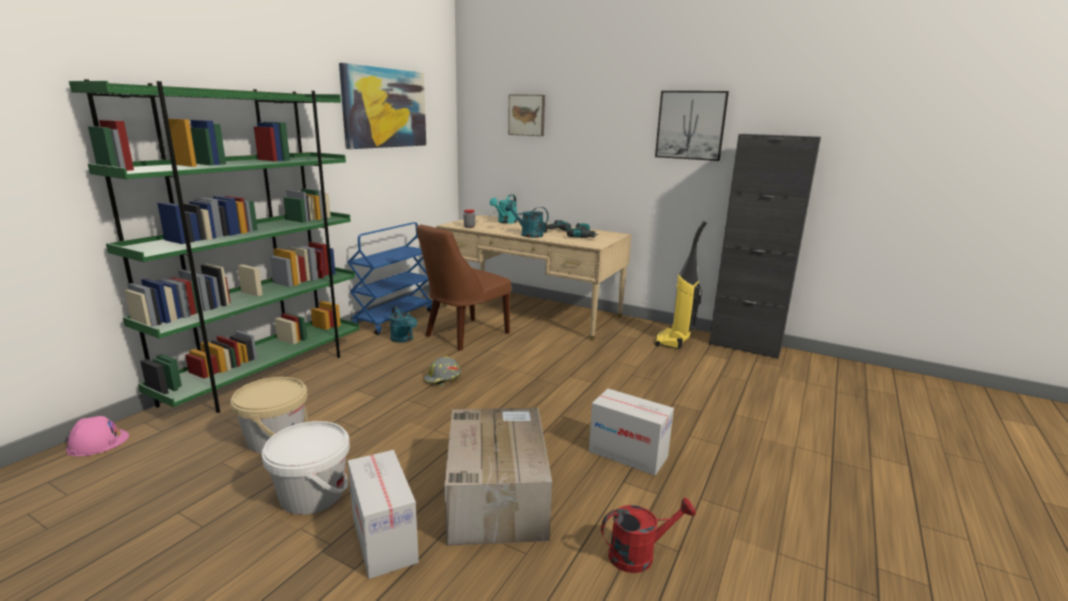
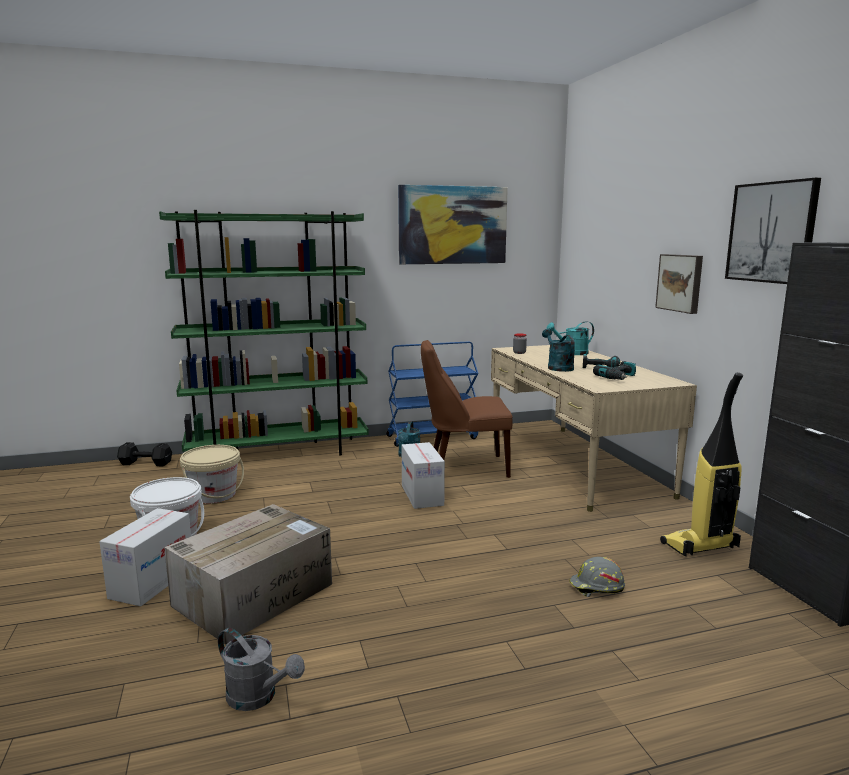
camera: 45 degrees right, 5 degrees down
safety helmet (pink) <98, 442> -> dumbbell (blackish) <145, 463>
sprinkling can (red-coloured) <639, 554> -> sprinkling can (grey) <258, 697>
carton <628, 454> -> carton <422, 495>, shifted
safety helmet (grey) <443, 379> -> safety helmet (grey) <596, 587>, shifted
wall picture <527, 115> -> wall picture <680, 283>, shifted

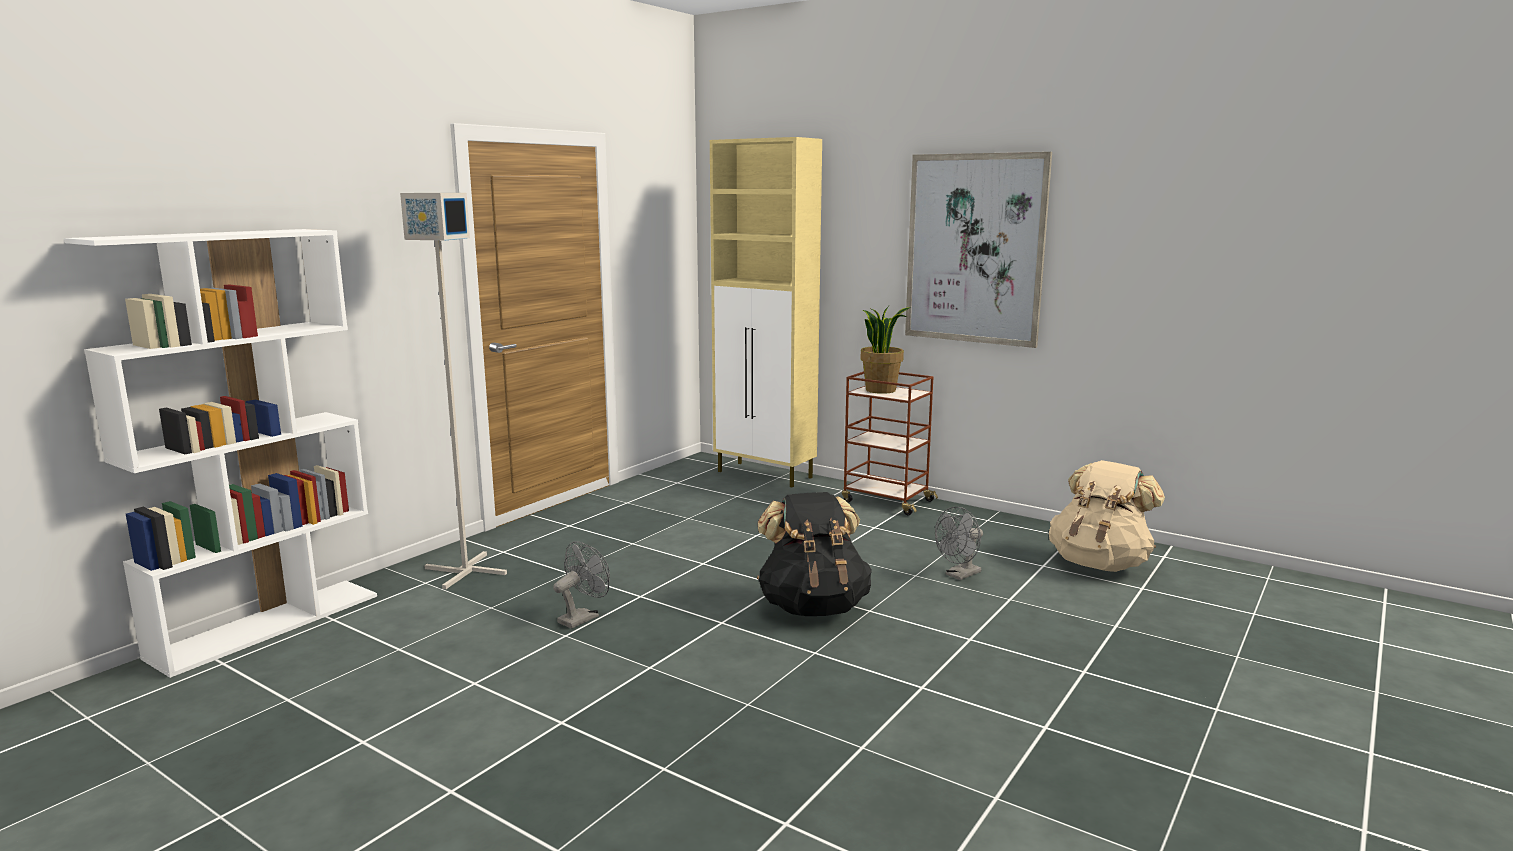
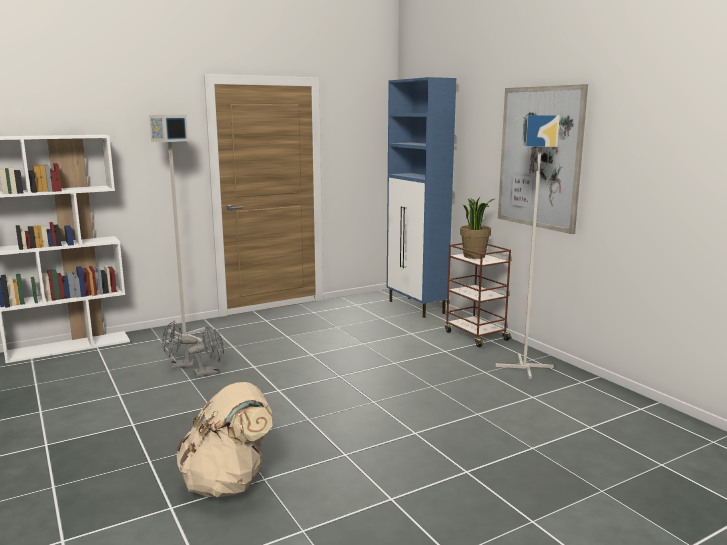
camera: 25 degrees right, 0 degrees up
cooling fan (grey) <959, 575> -> cooling fan (grey) <178, 366>, shifted
backpack (beige) <1100, 564> -> backpack (beige) <228, 483>, shifted
cabinet (beige) <765, 475> -> cabinet (blue) <416, 307>
none -> floor lamp (grey) <525, 366>
backpack (blackish) <813, 607> -> none

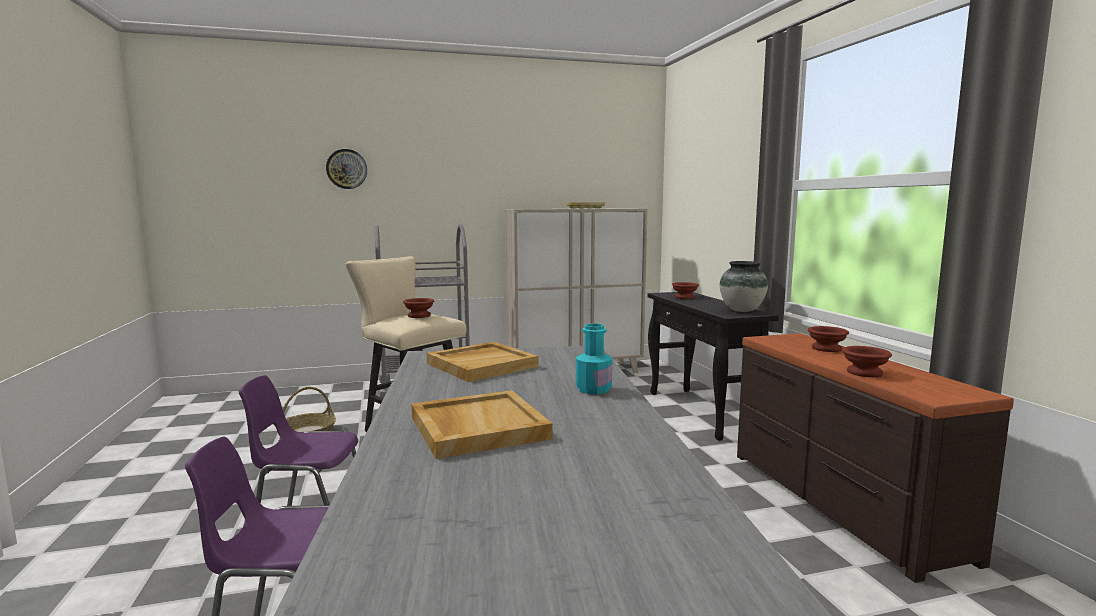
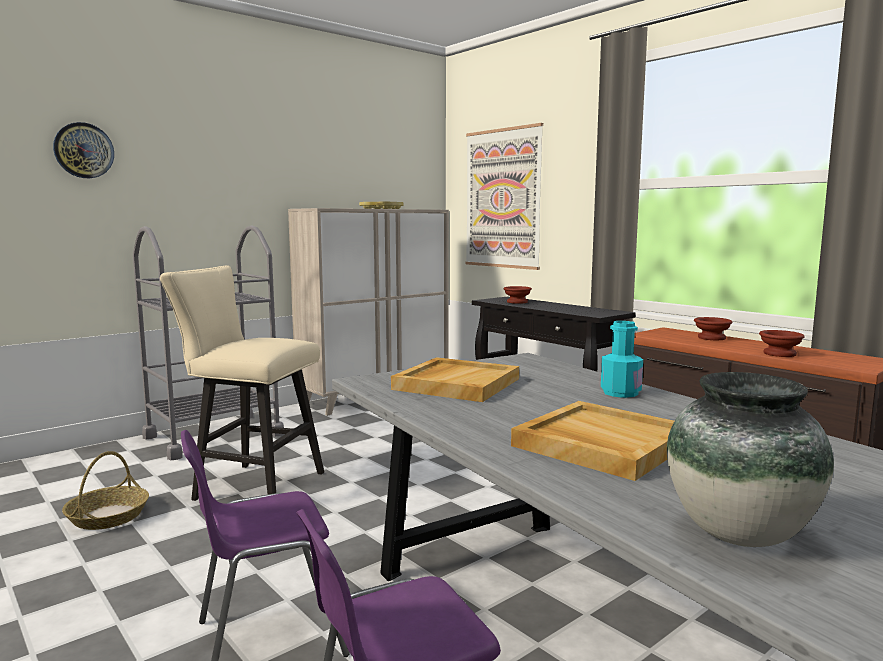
camera: 25 degrees left, 0 degrees up
none -> wall picture <502, 199>
vase <742, 310> -> vase <741, 534>, shifted
bowl (brown-coloured) <418, 316> -> none

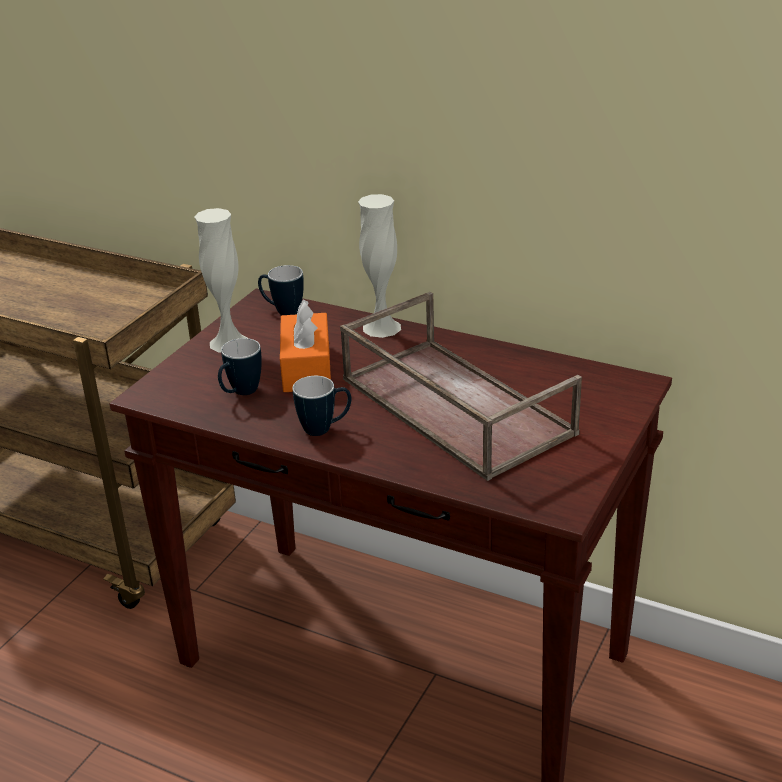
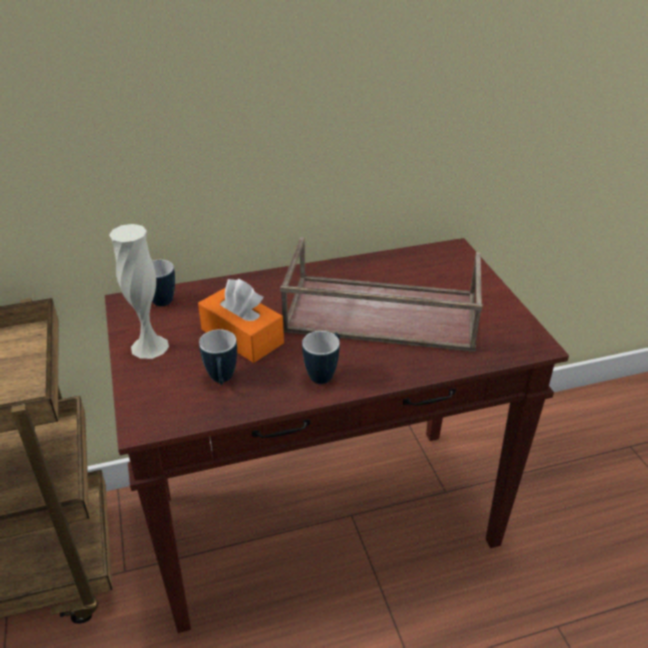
camera: 45 degrees left, 5 degrees up
vase (white-coloured) <382, 327> -> none

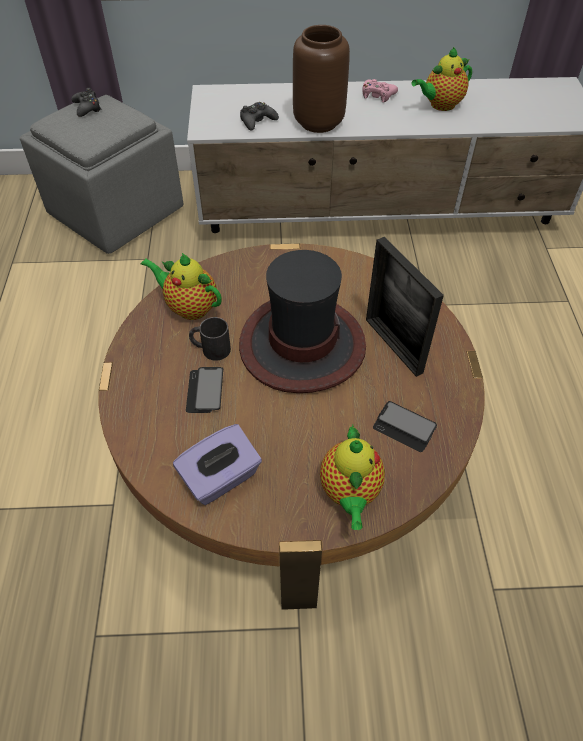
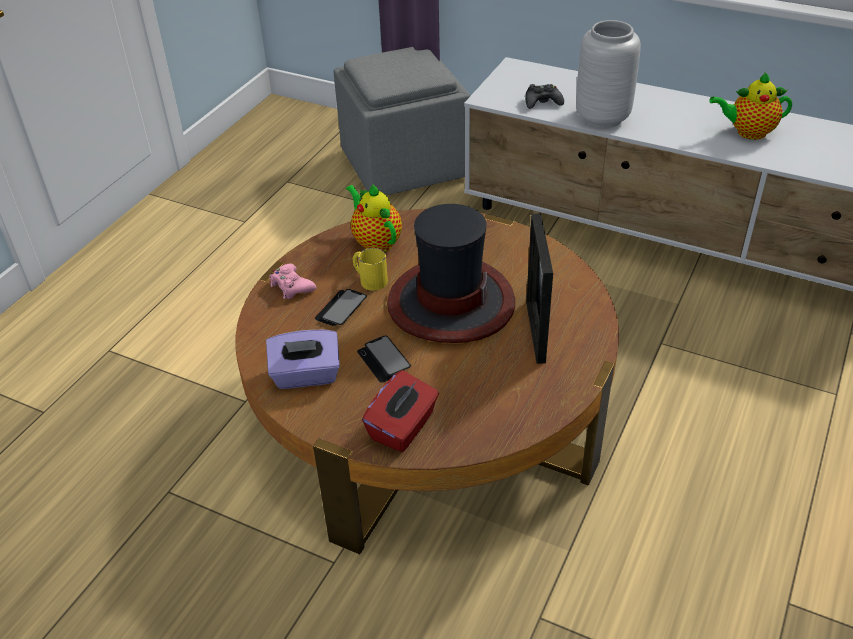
camera: 30 degrees right, 10 degrees down
game controller (pink) <377, 95> -> game controller (pink) <291, 286>, shifted
coffee mug (blackish) <210, 349> -> coffee mug (yellow) <369, 279>
phone <404, 427> -> phone <383, 360>, shifted
pot for tea <350, 493> -> tissue holder (red-coloured) <403, 427>
vase (brown-coloured) <318, 123> -> vase (grey) <601, 118>
game controller (blackish) <87, 108> -> none

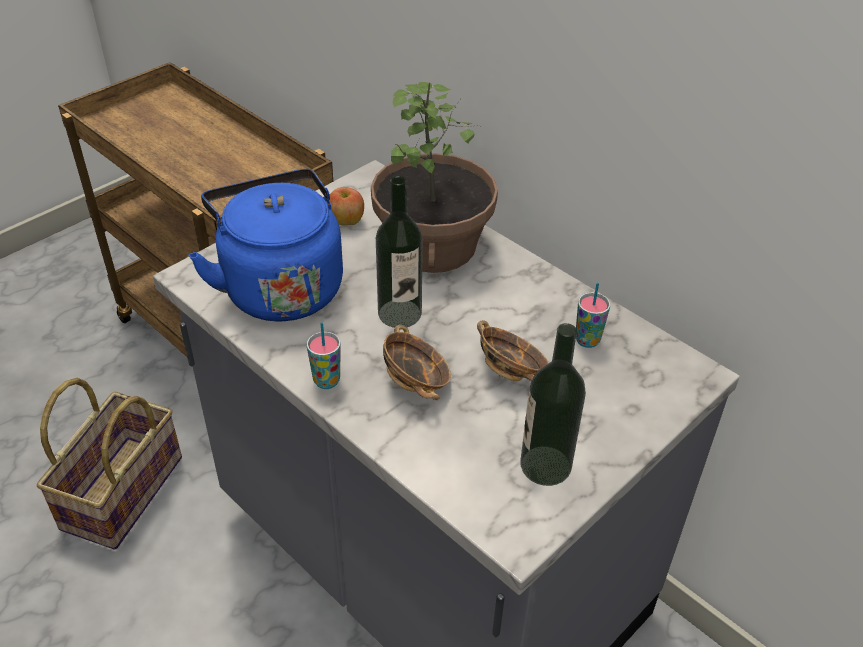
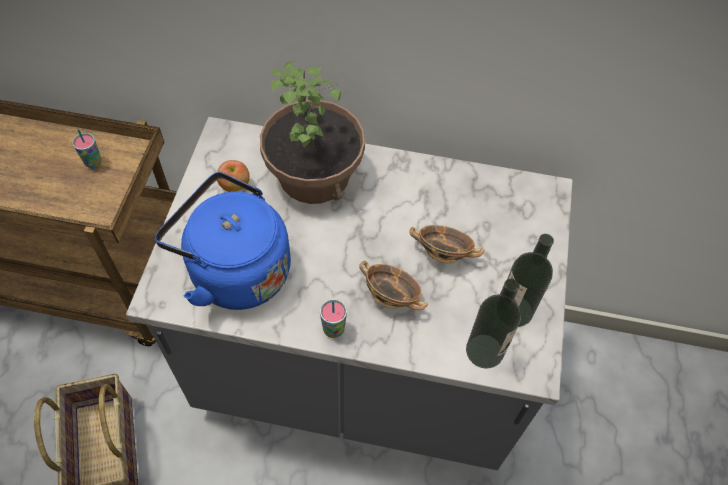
camera: 35 degrees left, 15 degrees up
small cup <587, 340> -> small cup <93, 163>, shifted
bottle <399, 313> -> bottle <484, 351>, shifted

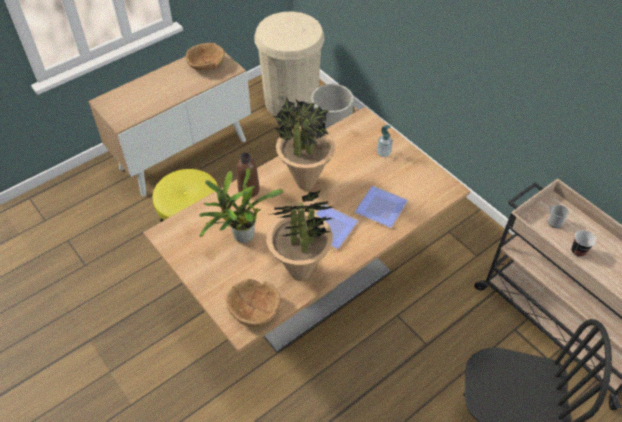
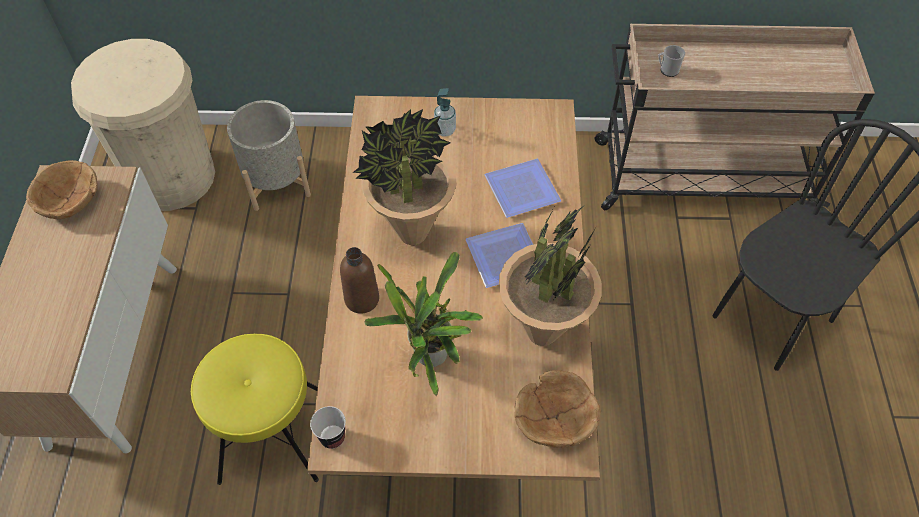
camera: 50 degrees left, 5 degrees up
small cup <578, 251> -> small cup <332, 437>, shifted

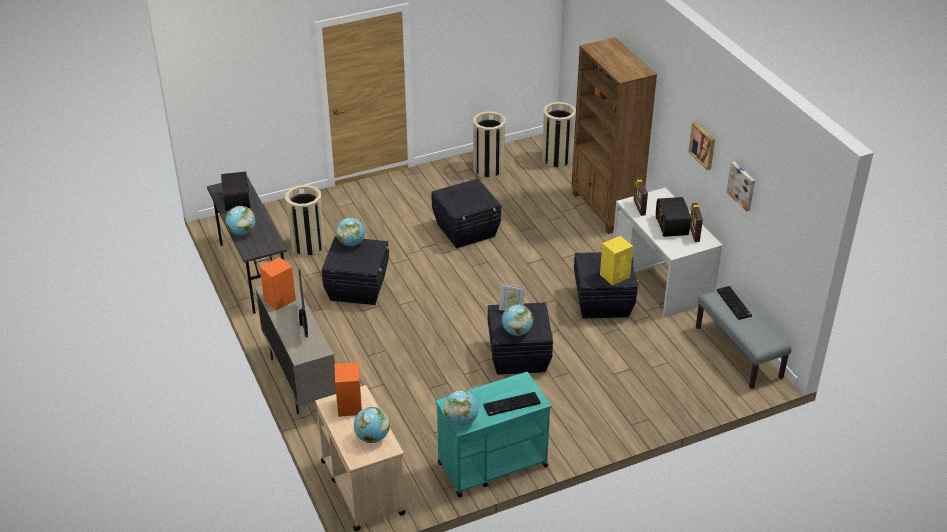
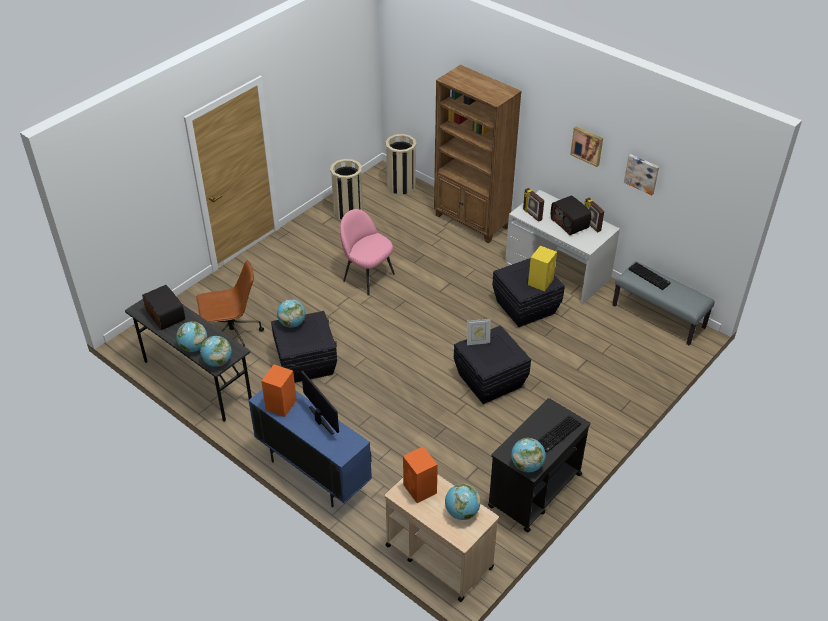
camera: 25 degrees left, 5 degrees up
rubbish bin (beige) <308, 246> -> office chair (brown-coloured) <232, 337>
world globe <517, 331> -> world globe <217, 362>, shifted
cabinet (beige) <300, 381> -> cabinet (blue) <313, 473>
storage container (blackish) <466, 231> -> chair (pink) <367, 277>
cart (turquoise-coloured) <491, 465> -> cart (blackish) <534, 490>

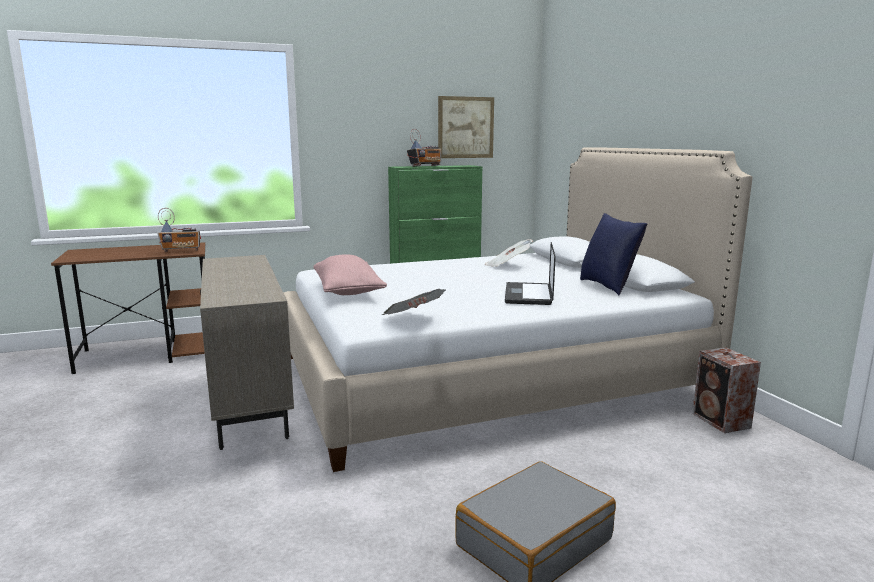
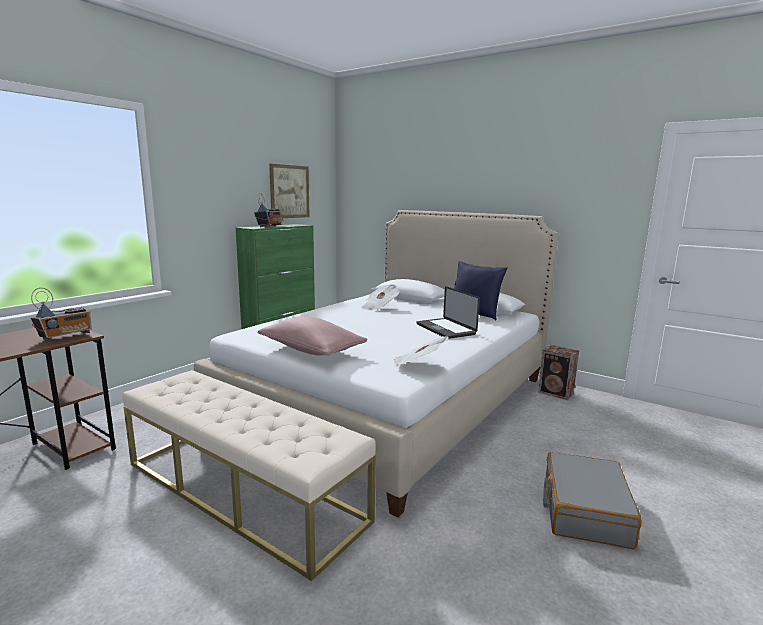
camera: 35 degrees left, 0 degrees up
cabinet (beige) <250, 411> -> bench (beige) <242, 491>

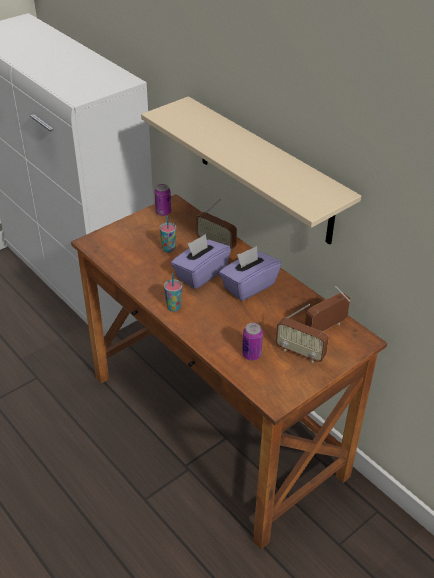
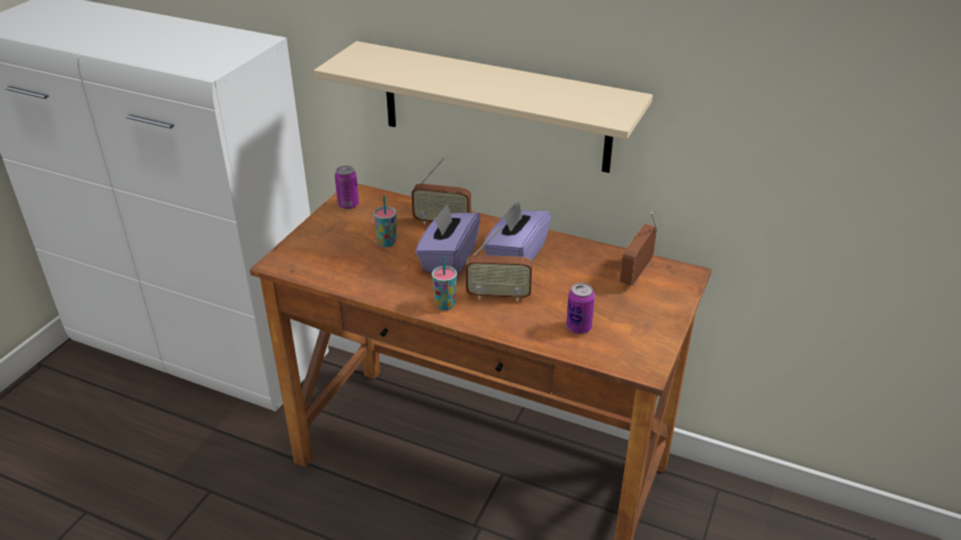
camera: 25 degrees left, 5 degrees down
radio <300, 353> -> radio <498, 295>, shifted

